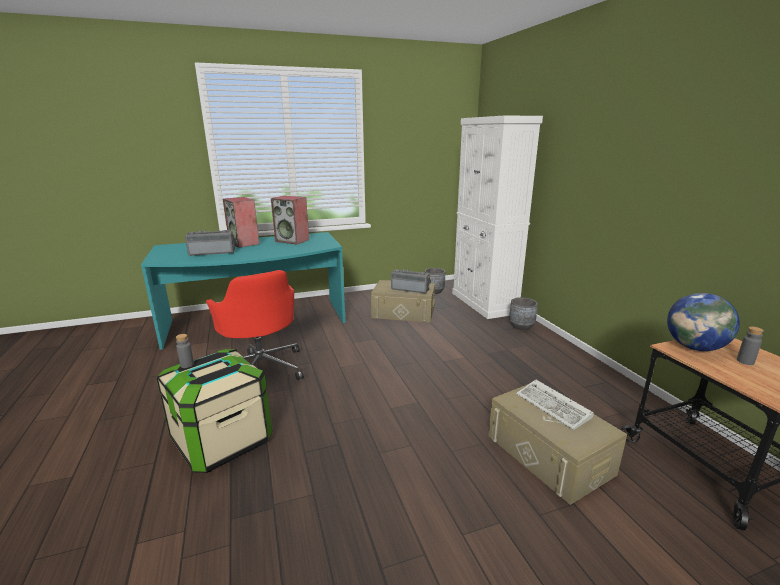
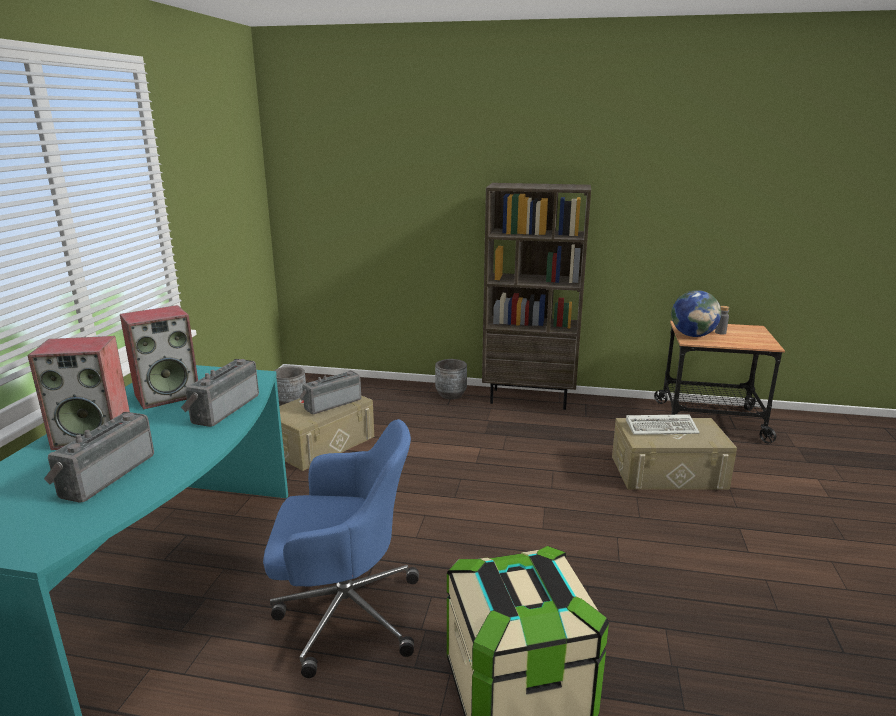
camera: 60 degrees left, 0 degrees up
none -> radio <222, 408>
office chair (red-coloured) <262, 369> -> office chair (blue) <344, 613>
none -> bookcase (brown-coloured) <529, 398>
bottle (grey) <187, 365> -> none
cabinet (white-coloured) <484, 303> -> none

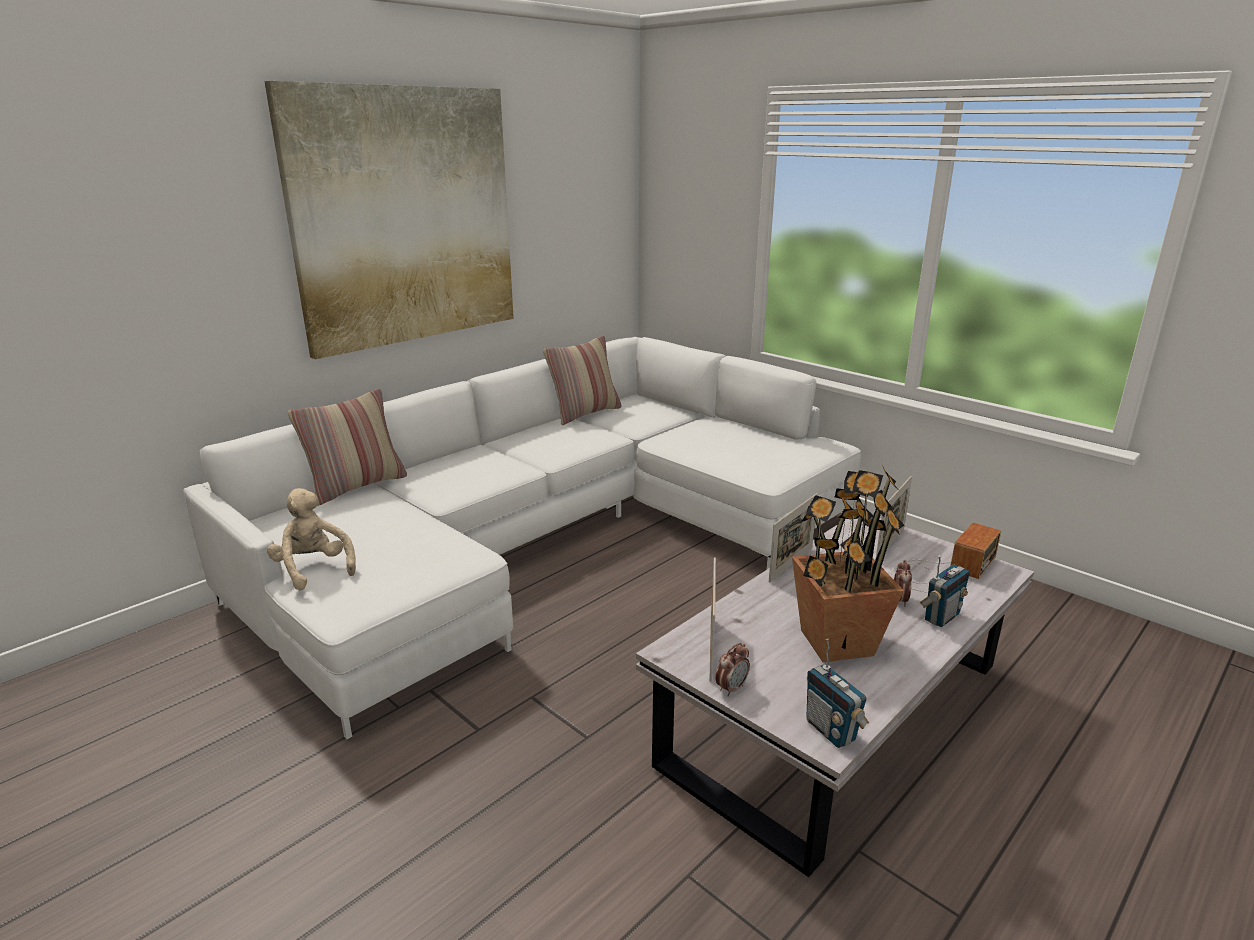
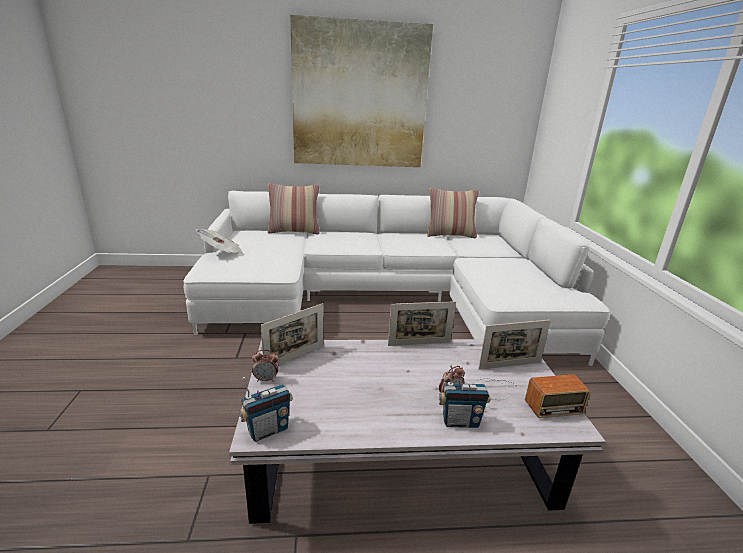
camera: 40 degrees right, 0 degrees up
plush toy (beige) <314, 569> -> newspaper <222, 253>
radio <831, 730> -> radio <268, 430>, 135 degrees counterclockwise
plant in a pot <835, 642> -> none

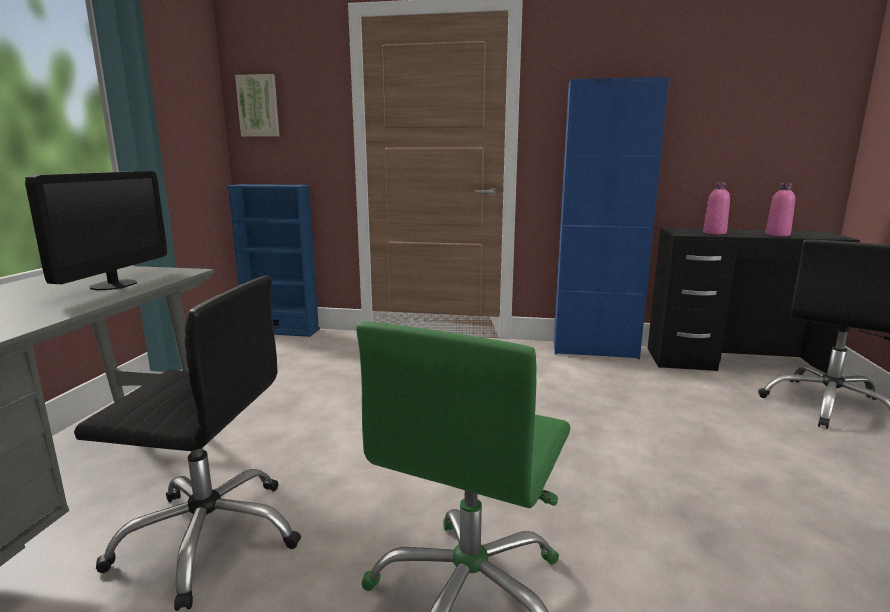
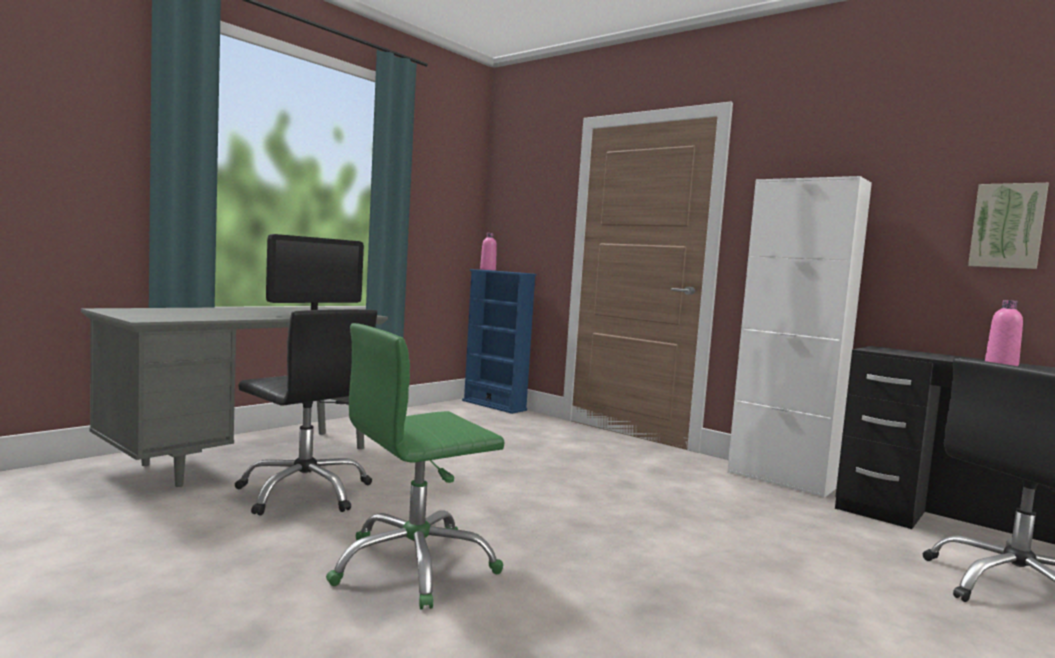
camera: 30 degrees right, 10 degrees down
bottle (pink) <714, 233> -> bottle (pink) <487, 270>, shifted
cabinet (blue) <594, 350> -> cabinet (white-coloured) <780, 480>
wall picture <259, 106> -> wall picture <1007, 226>, shifted

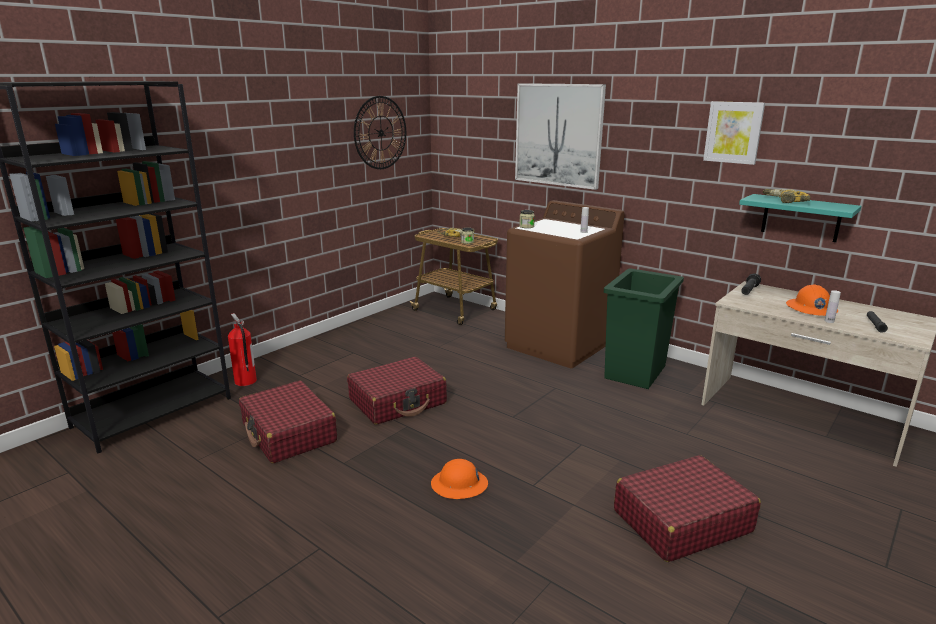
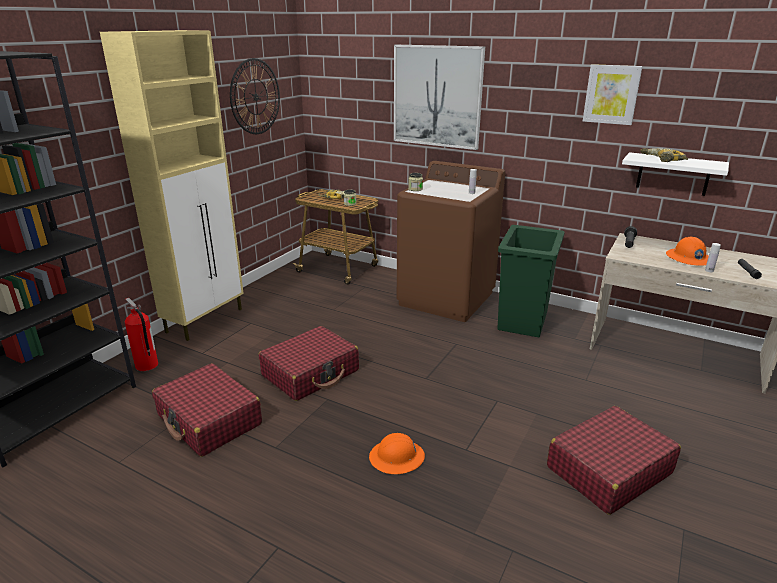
camera: 10 degrees left, 5 degrees up
none -> cabinet (beige) <206, 320>
shelf (turquoise-coloured) <801, 218> -> shelf (white-coloured) <673, 174>

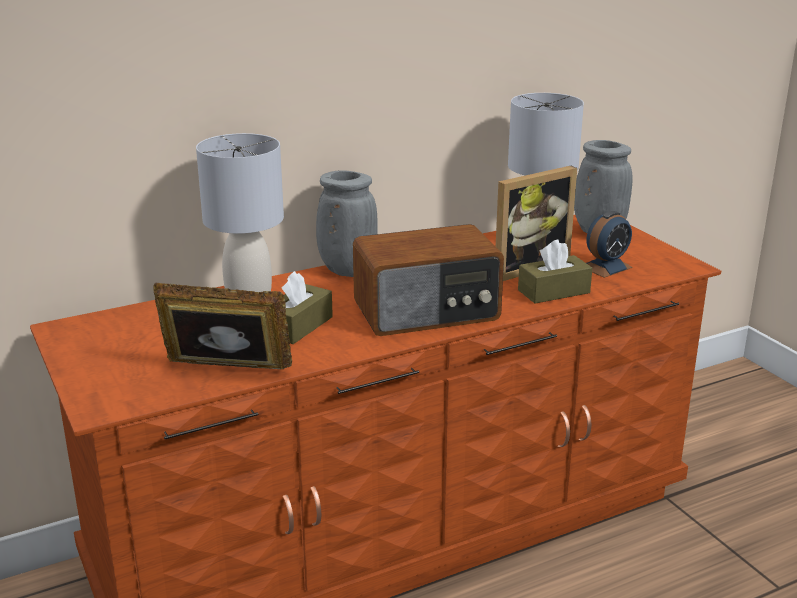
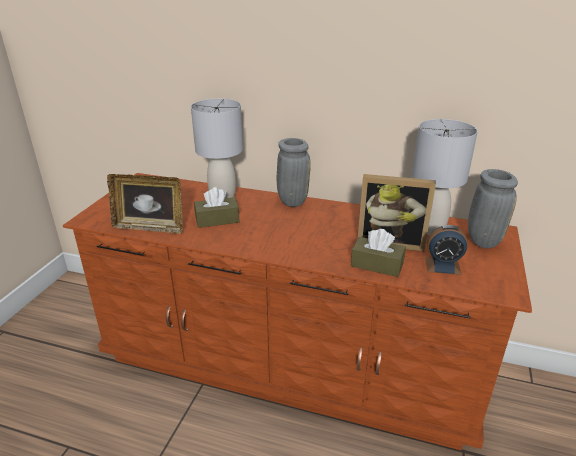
camera: 45 degrees right, 5 degrees up
picture frame <226, 372> -> picture frame <150, 227>, 135 degrees clockwise
radio <427, 312> -> none

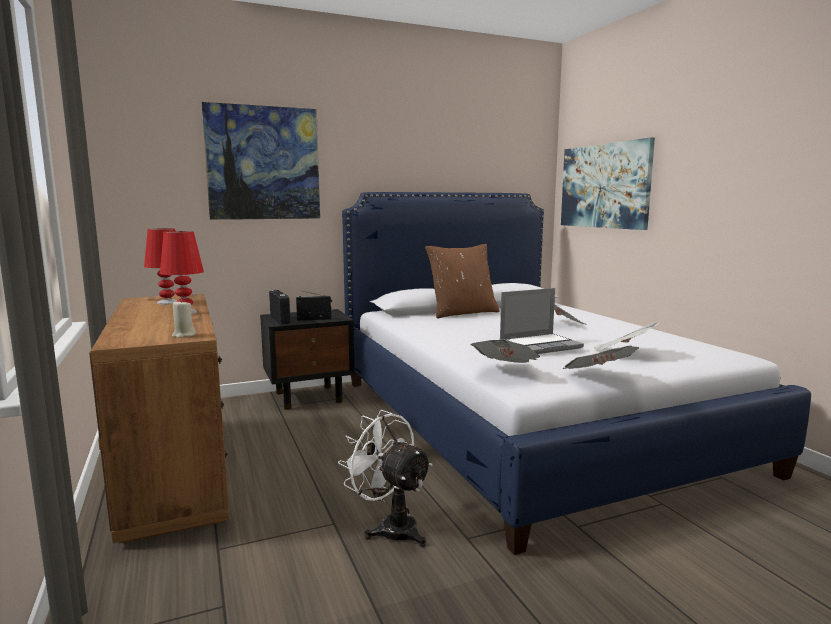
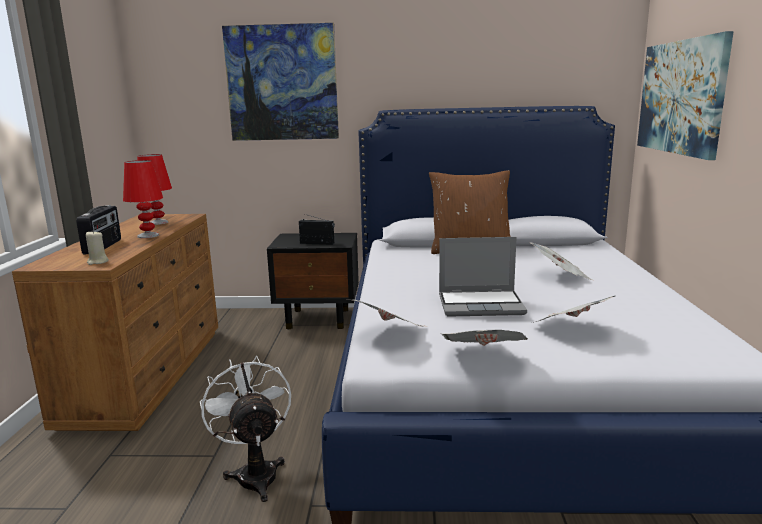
camera: 25 degrees right, 5 degrees up
radio <280, 320> -> radio <103, 247>, shifted

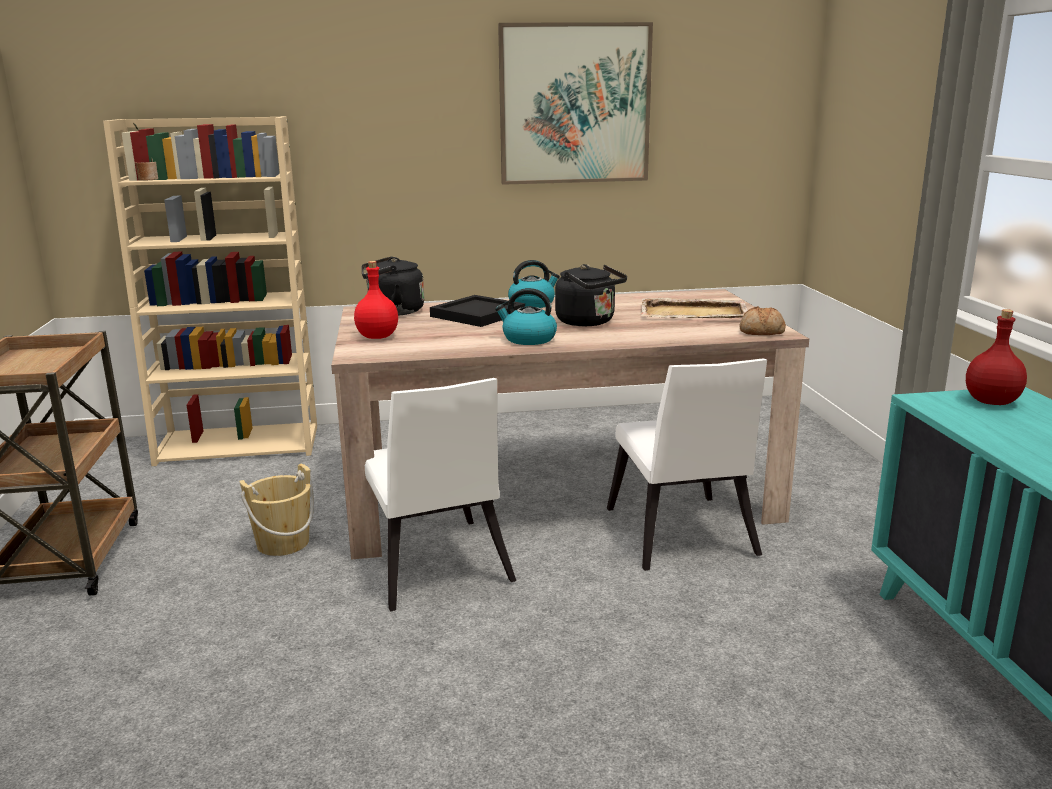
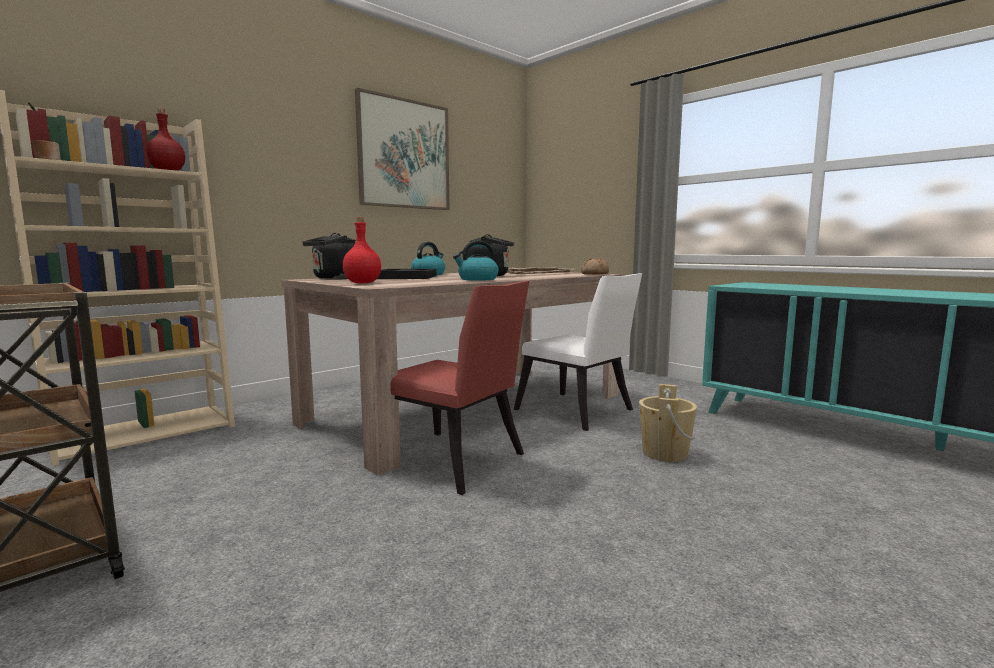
camera: 35 degrees left, 10 degrees down
bottle (red-coloured) <991, 402> -> bottle (red-coloured) <166, 171>, shifted
chair (white-coloured) <435, 569> -> chair (red-coloured) <454, 463>
bucket (beige) <283, 543> -> bucket (beige) <664, 453>, shifted

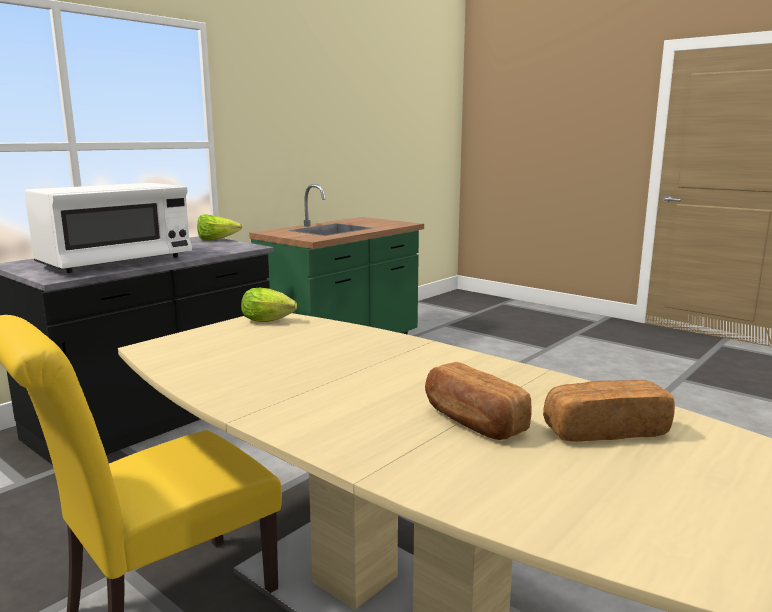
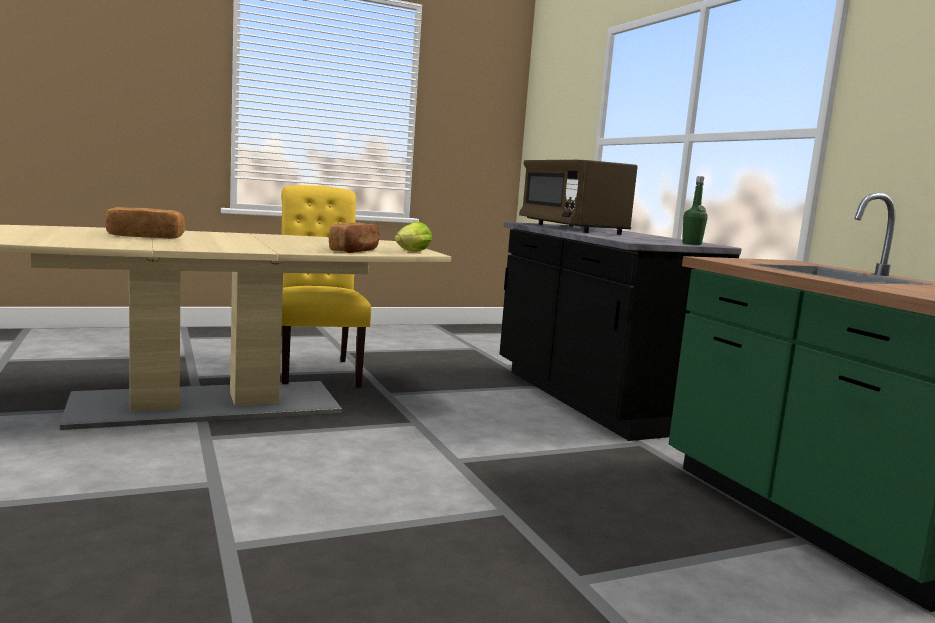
camera: 115 degrees right, 5 degrees down
bread <604, 431> -> bread <356, 251>, shifted
microwave (white-coloured) <116, 263> -> microwave (brown-coloured) <571, 228>
head of lettuce <216, 240> -> bottle (green) <691, 244>

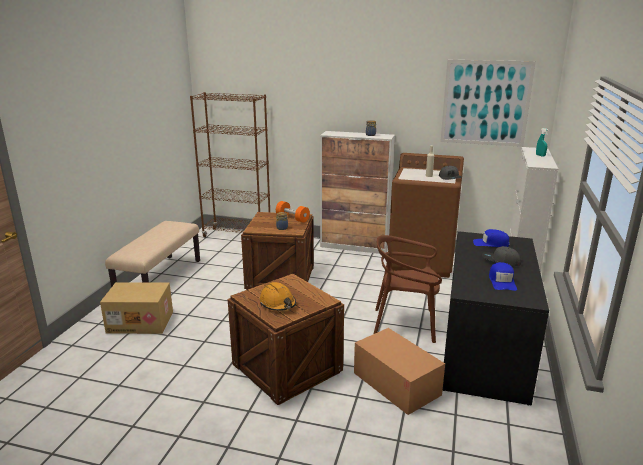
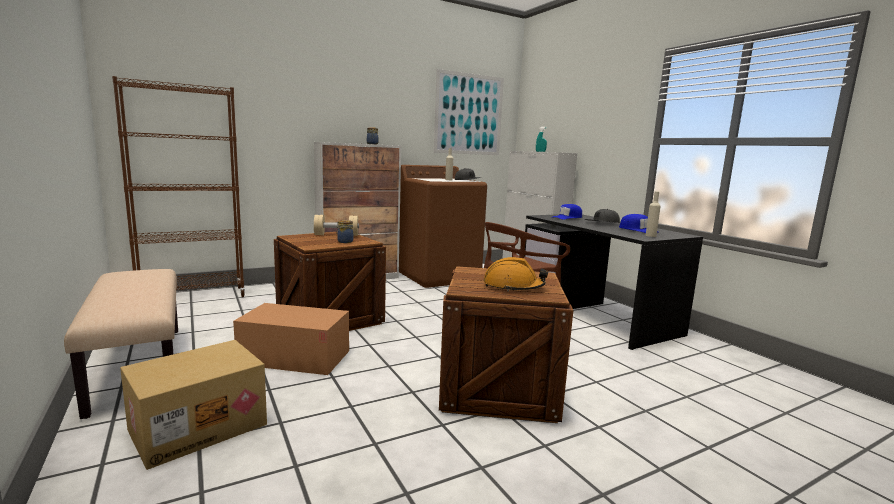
camera: 45 degrees left, 10 degrees down
carton <396, 384> -> carton <294, 357>, shifted
dumbbell (orange) <292, 218> -> dumbbell (beige) <336, 235>
none -> bottle (beige) <650, 235>

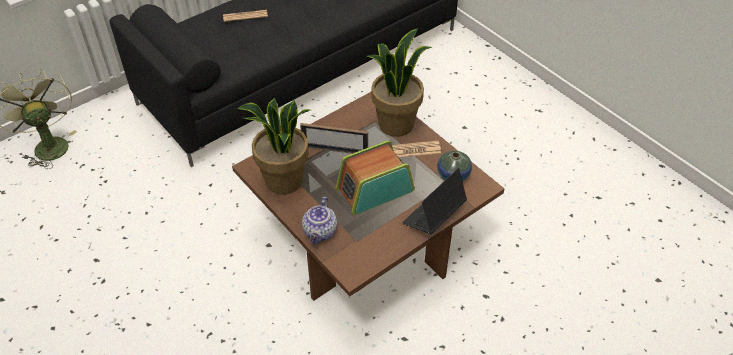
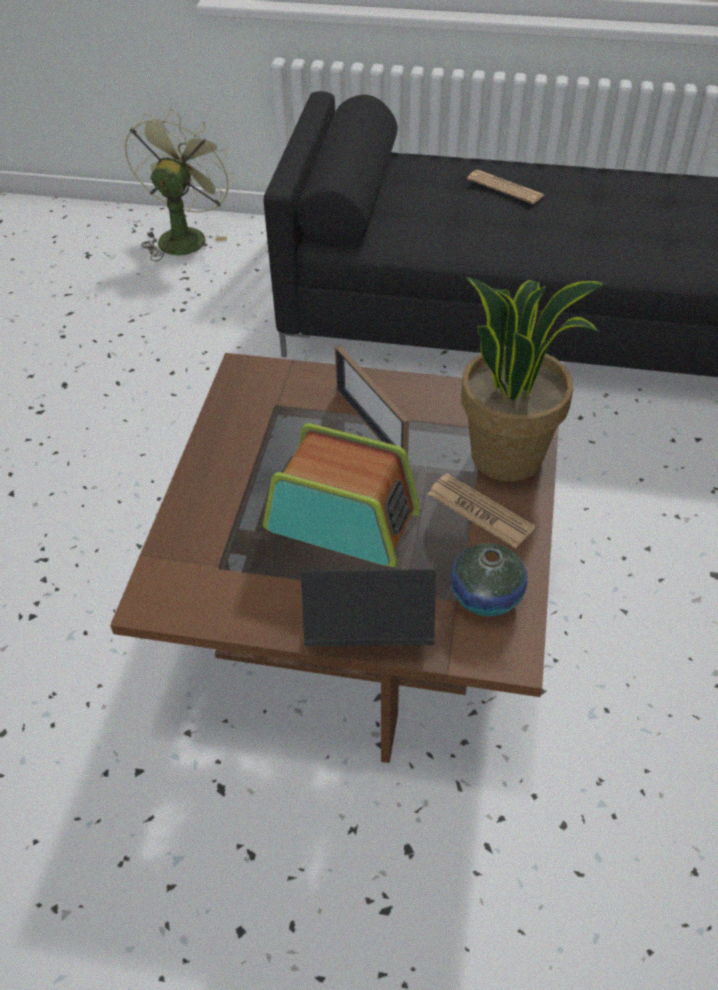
camera: 50 degrees right, 0 degrees up
plant in a pot <283, 181> -> none
pot for tea <320, 232> -> none

